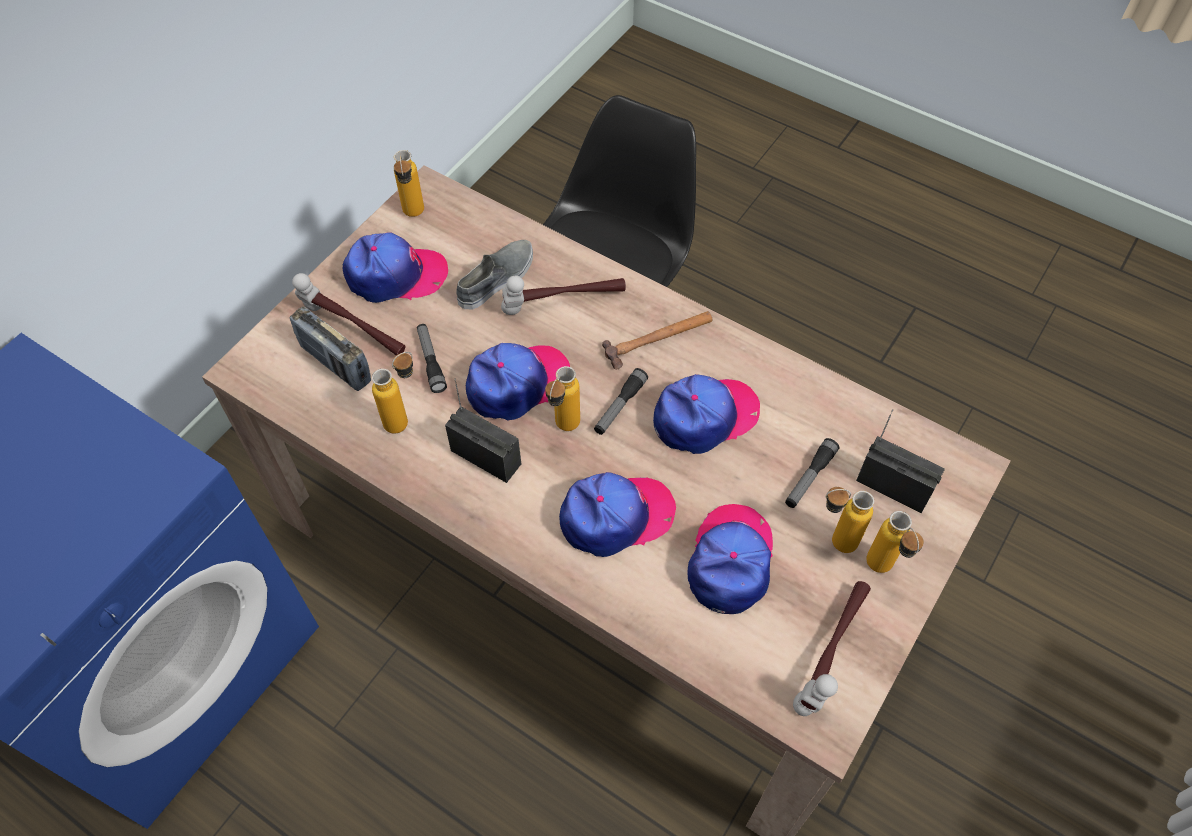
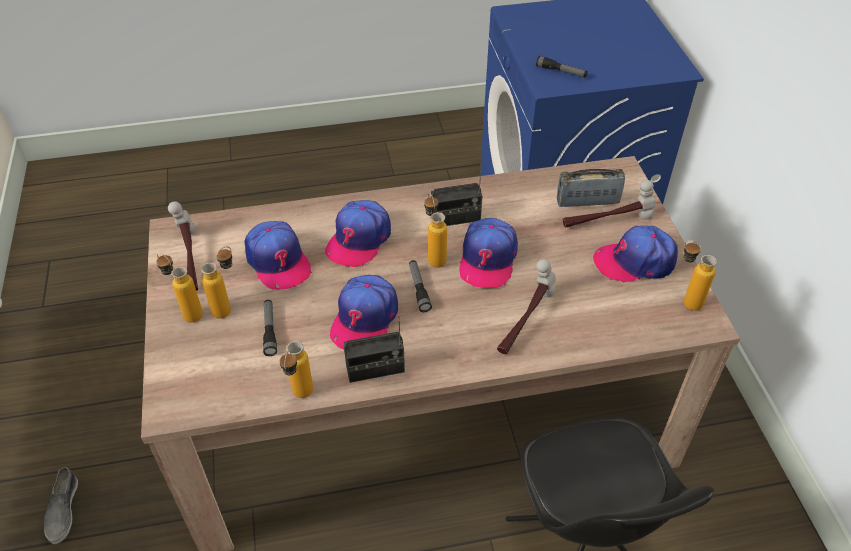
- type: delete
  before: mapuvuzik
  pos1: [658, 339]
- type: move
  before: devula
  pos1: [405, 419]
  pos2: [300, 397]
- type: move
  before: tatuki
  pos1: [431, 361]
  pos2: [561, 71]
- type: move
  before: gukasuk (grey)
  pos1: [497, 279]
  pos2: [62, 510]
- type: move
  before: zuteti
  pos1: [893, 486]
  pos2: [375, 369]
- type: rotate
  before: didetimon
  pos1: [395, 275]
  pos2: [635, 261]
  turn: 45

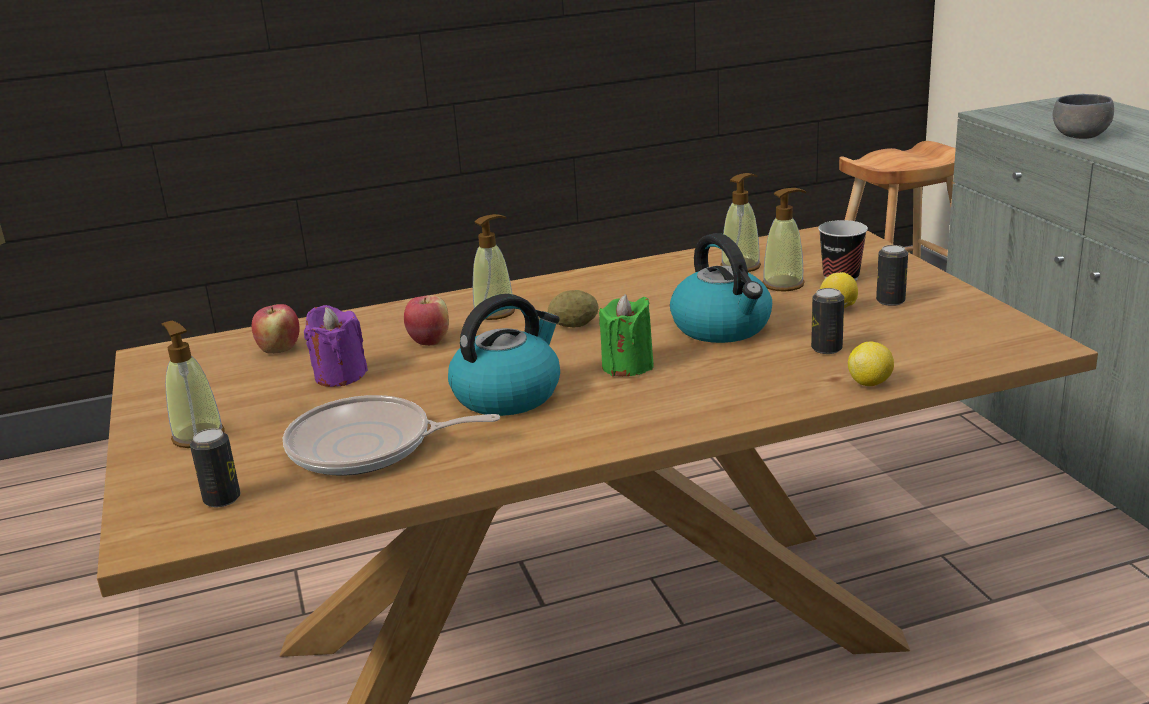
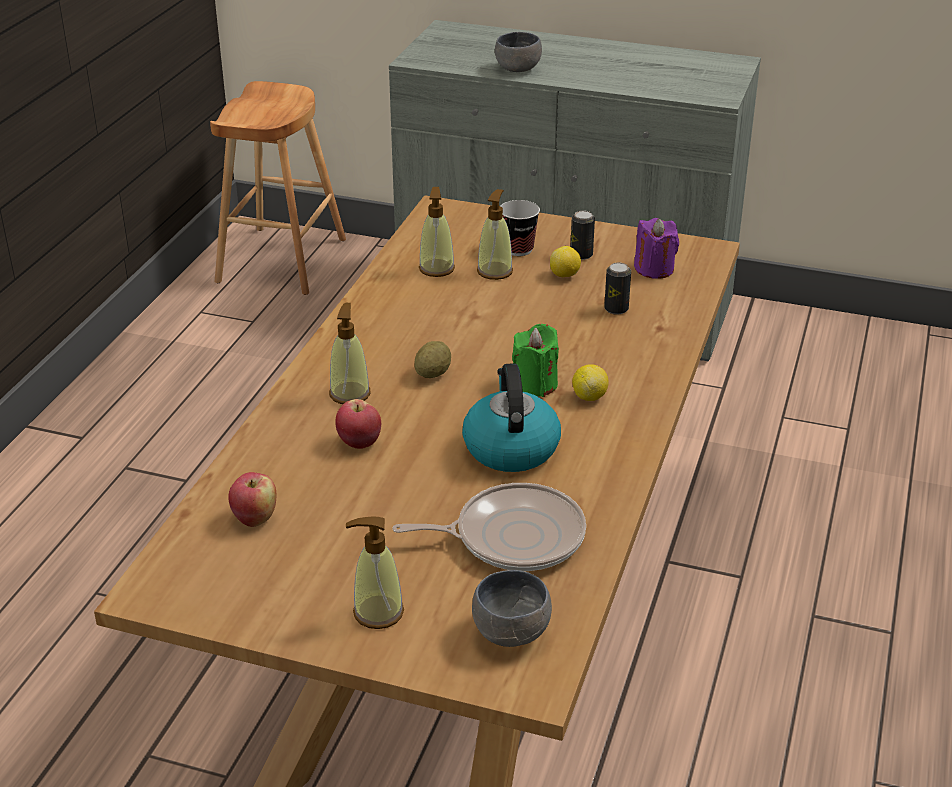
- type: delete
  before: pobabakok
  pos1: [723, 327]
- type: move
  before: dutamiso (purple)
  pos1: [340, 375]
  pos2: [654, 269]
- type: move
  before: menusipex
  pos1: [870, 383]
  pos2: [589, 396]
- type: replace
  before: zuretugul
  after: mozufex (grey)
  pos1: [222, 499]
  pos2: [510, 631]
- type: rotate
  before: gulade
  pos1: [368, 447]
  pos2: [512, 537]
  turn: -135

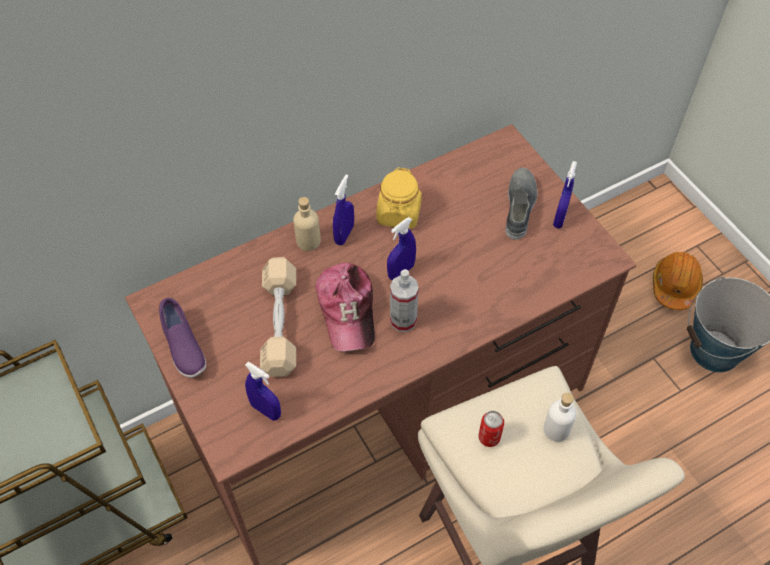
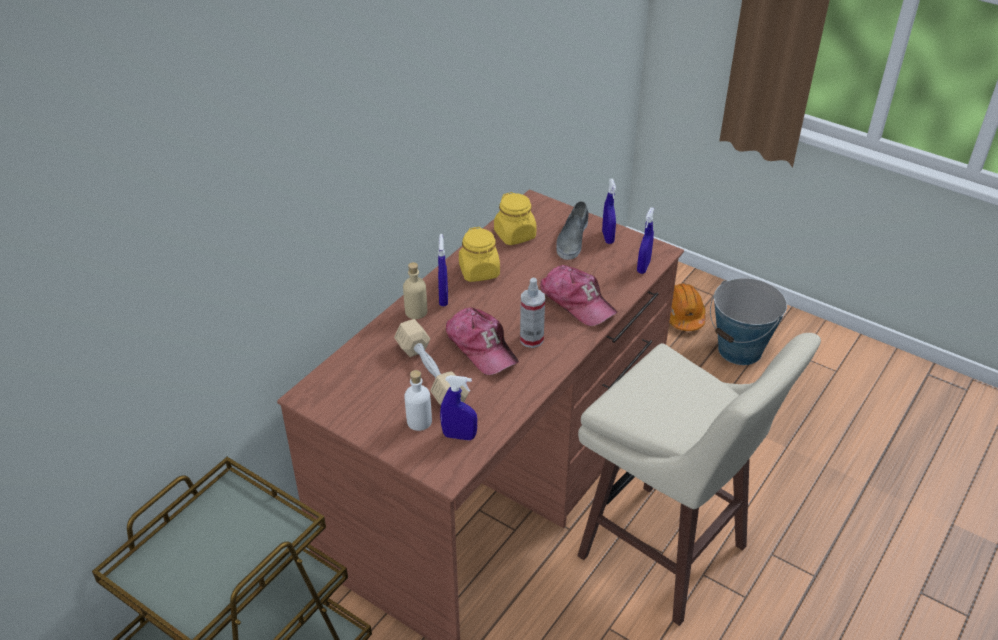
- type: delete
  before: gukasuk (purple)
  pos1: [183, 347]
- type: delete
  before: zuretugul
  pos1: [489, 437]
- type: insert
  after: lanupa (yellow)
  pos2: [515, 235]
- type: insert
  after: didetimon
  pos2: [577, 301]
- type: move
  before: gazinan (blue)
  pos1: [401, 271]
  pos2: [643, 267]
- type: move
  before: devula (white)
  pos1: [556, 429]
  pos2: [419, 421]
- type: rotate
  before: gukasuk (grey)
  pos1: [520, 206]
  pos2: [572, 239]
  turn: -150

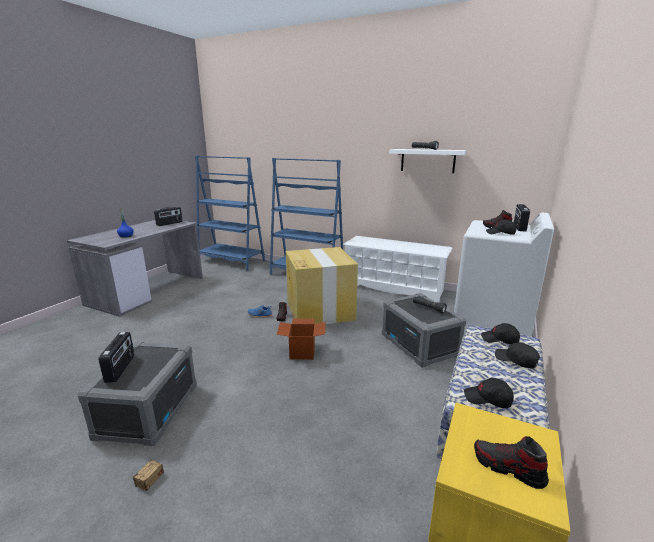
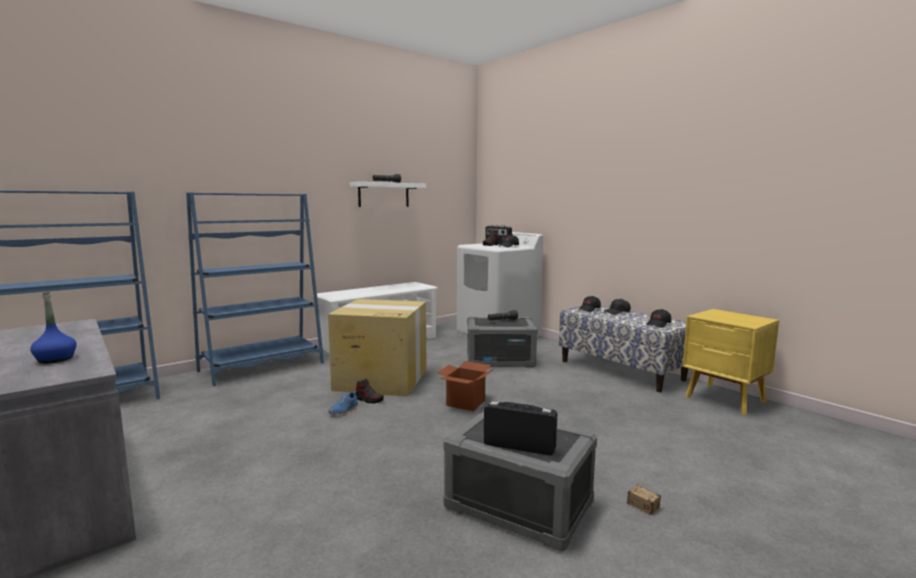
- type: delete
  before: zuteti
  pos1: [169, 223]
- type: delete
  before: gukasuk
  pos1: [508, 468]

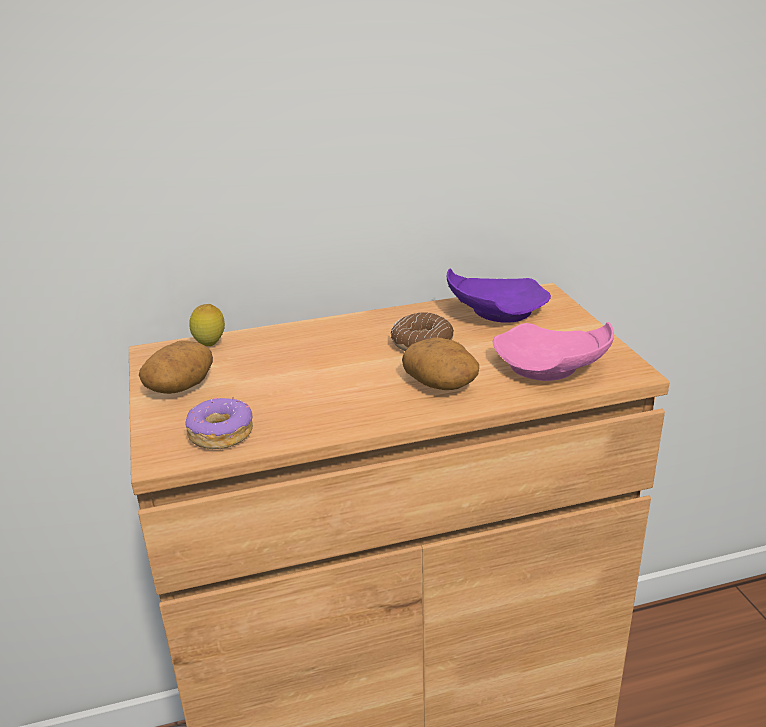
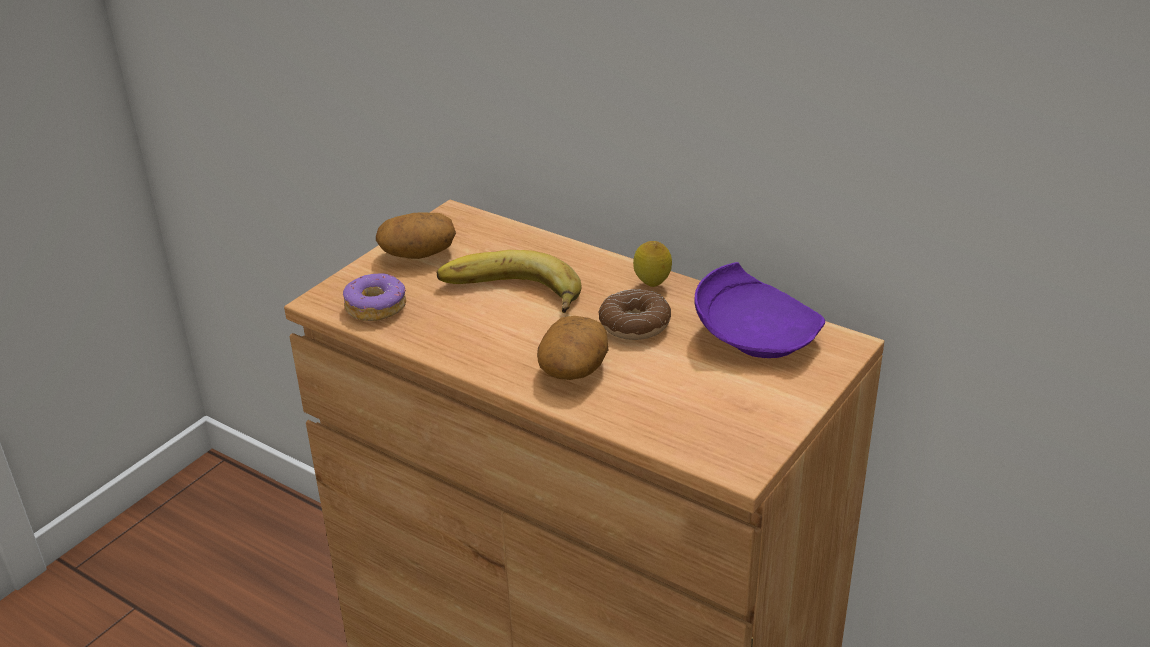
- type: delete
  before: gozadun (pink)
  pos1: [550, 369]
- type: insert
  after: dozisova
  pos2: [509, 295]
- type: move
  before: menusipex
  pos1: [210, 346]
  pos2: [652, 286]

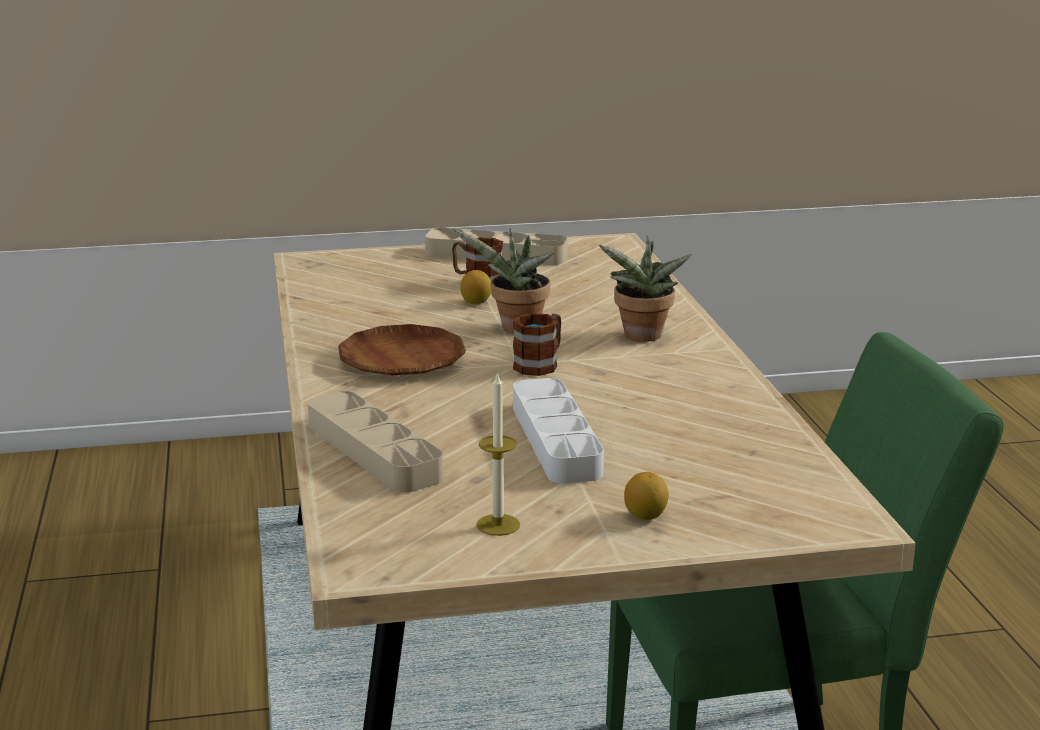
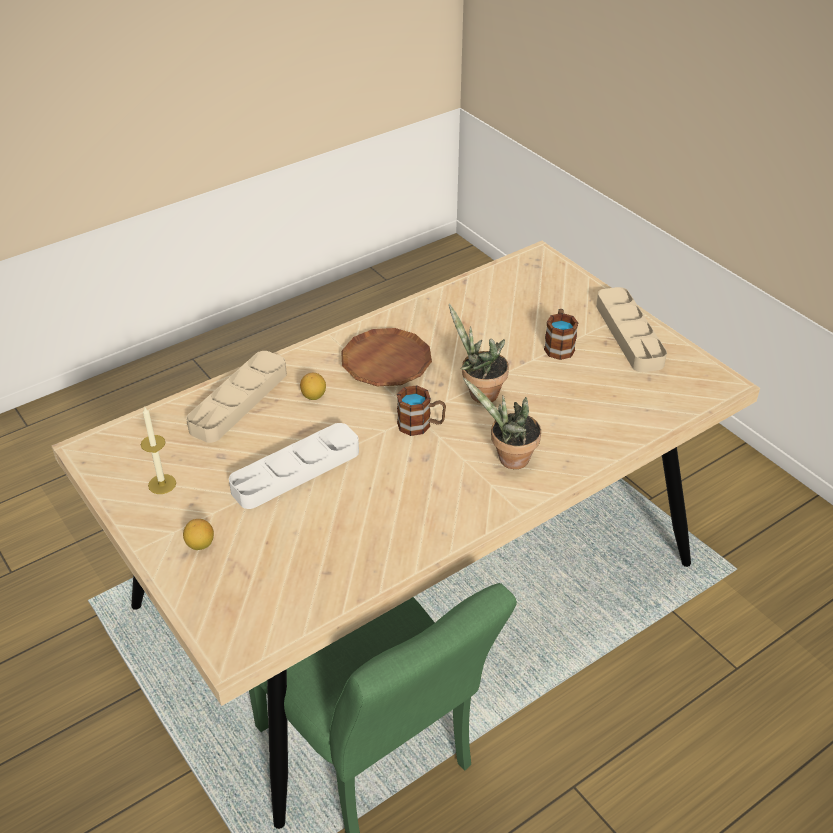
- type: move
  before: menusipex
  pos1: [476, 302]
  pos2: [314, 396]

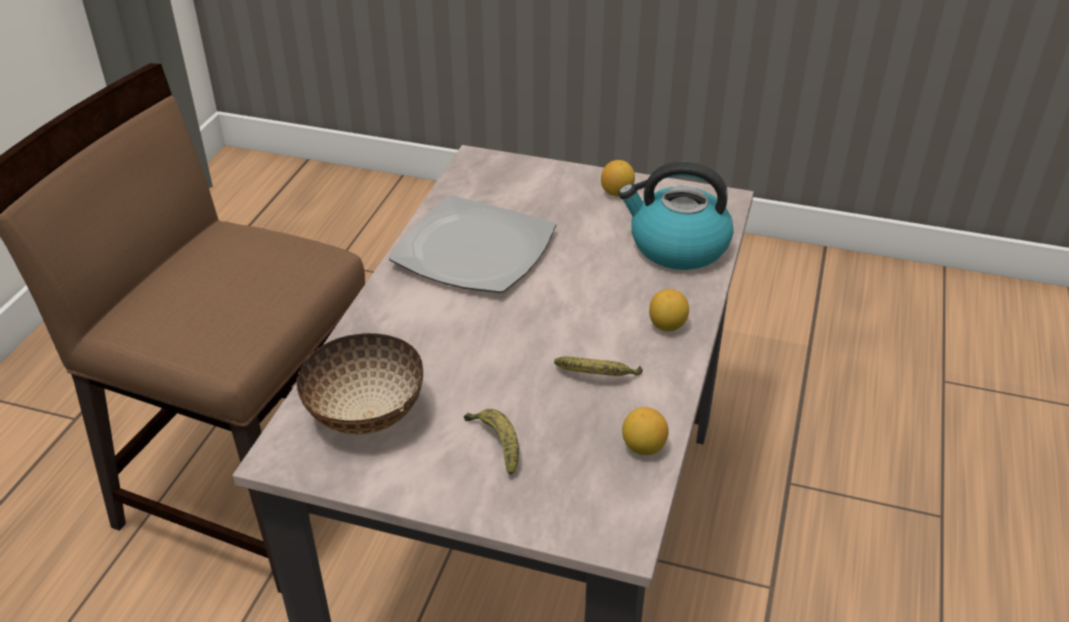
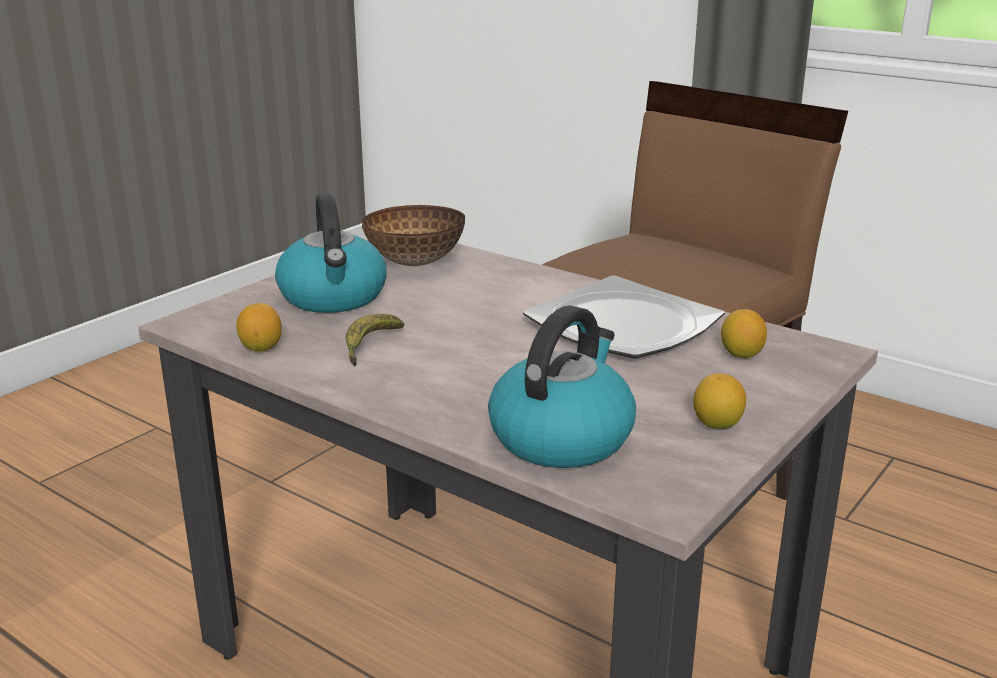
- type: move
  before: menusipex
  pos1: [667, 326]
  pos2: [741, 354]
- type: replace
  before: dozisova
  after: pobabakok
  pos1: [496, 444]
  pos2: [334, 297]

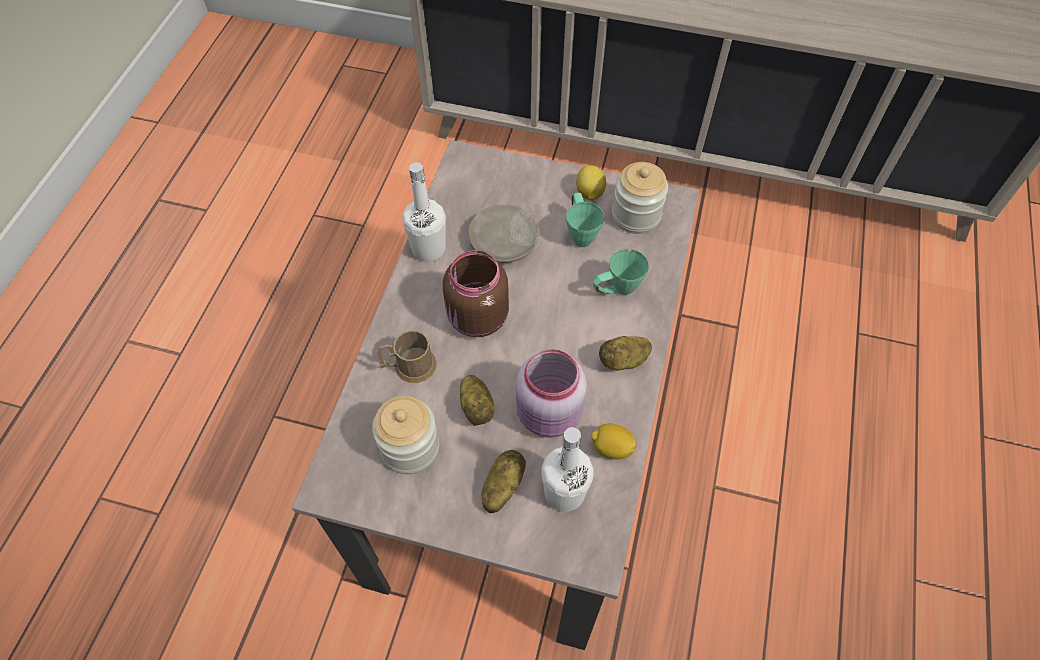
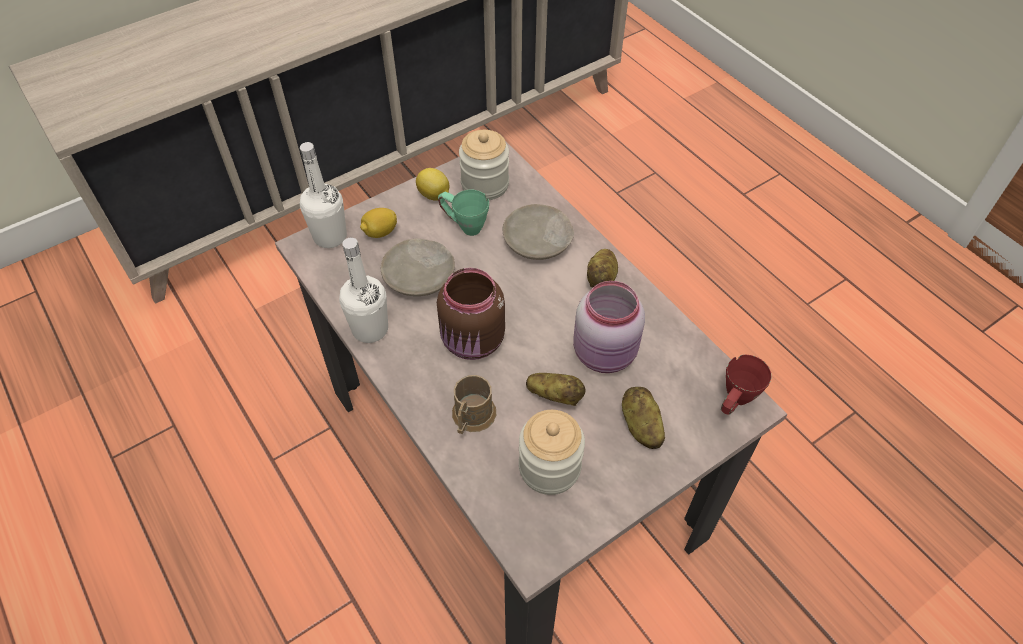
- type: insert
  after: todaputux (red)
  pos2: [734, 403]
- type: move
  before: devula (white)
  pos1: [564, 493]
  pos2: [330, 236]
- type: move
  before: menusipex
  pos1: [611, 448]
  pos2: [380, 232]
- type: replace
  before: todaputux (green)
  after: gozadun (beige)
  pos1: [616, 290]
  pos2: [538, 241]

